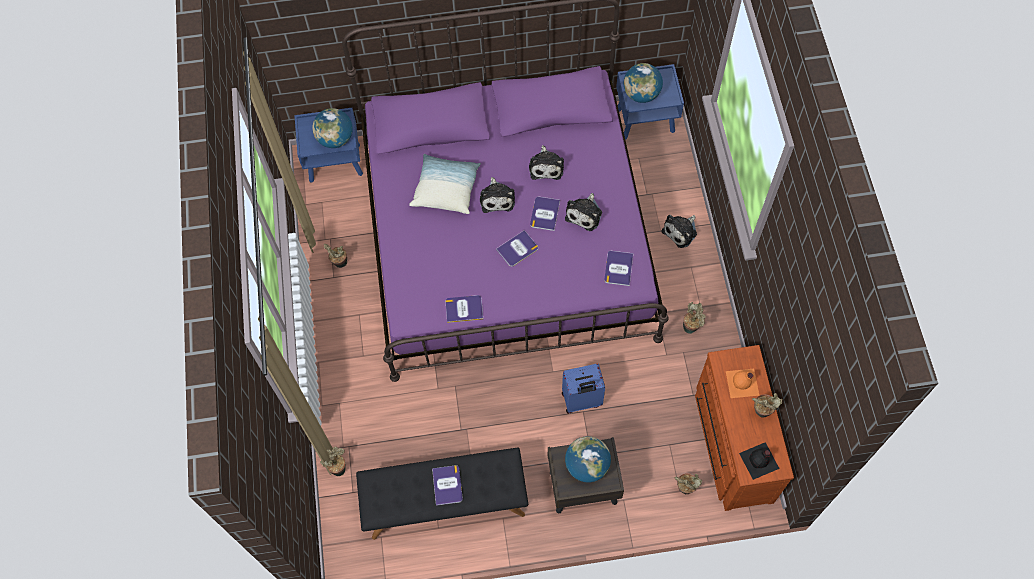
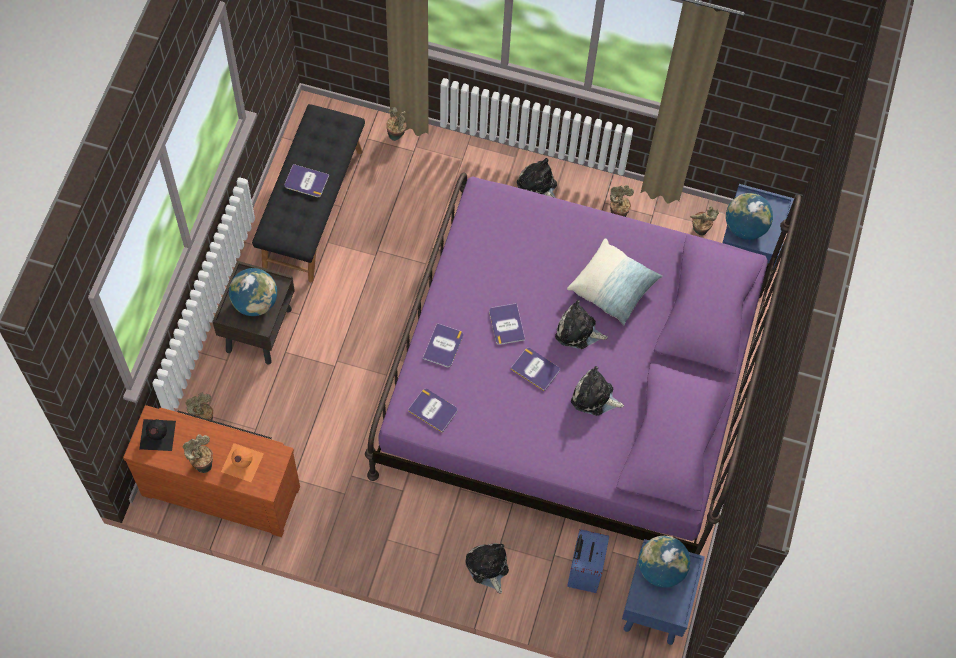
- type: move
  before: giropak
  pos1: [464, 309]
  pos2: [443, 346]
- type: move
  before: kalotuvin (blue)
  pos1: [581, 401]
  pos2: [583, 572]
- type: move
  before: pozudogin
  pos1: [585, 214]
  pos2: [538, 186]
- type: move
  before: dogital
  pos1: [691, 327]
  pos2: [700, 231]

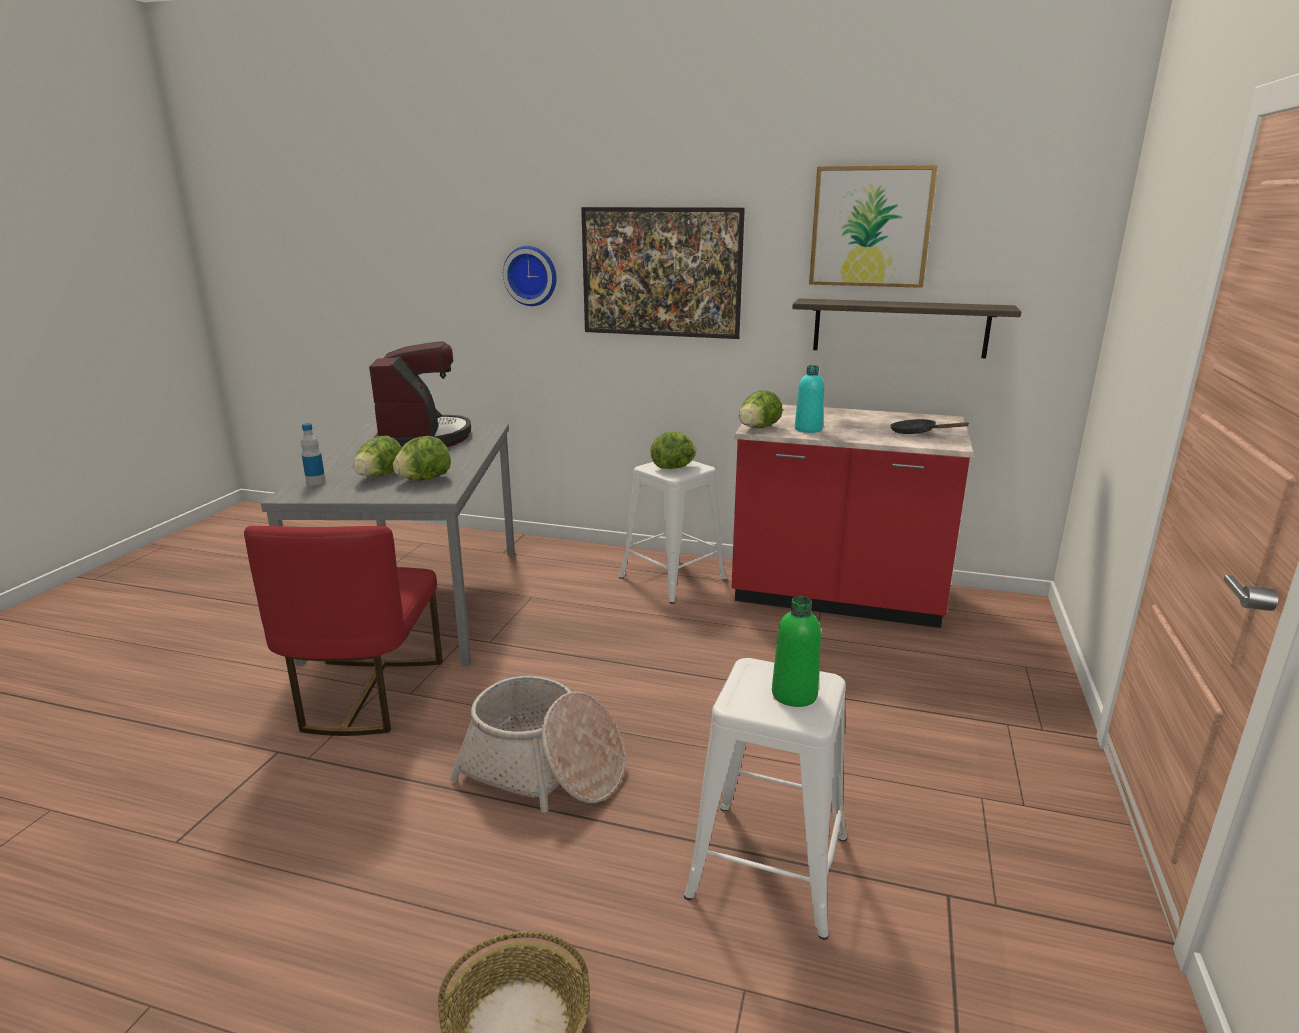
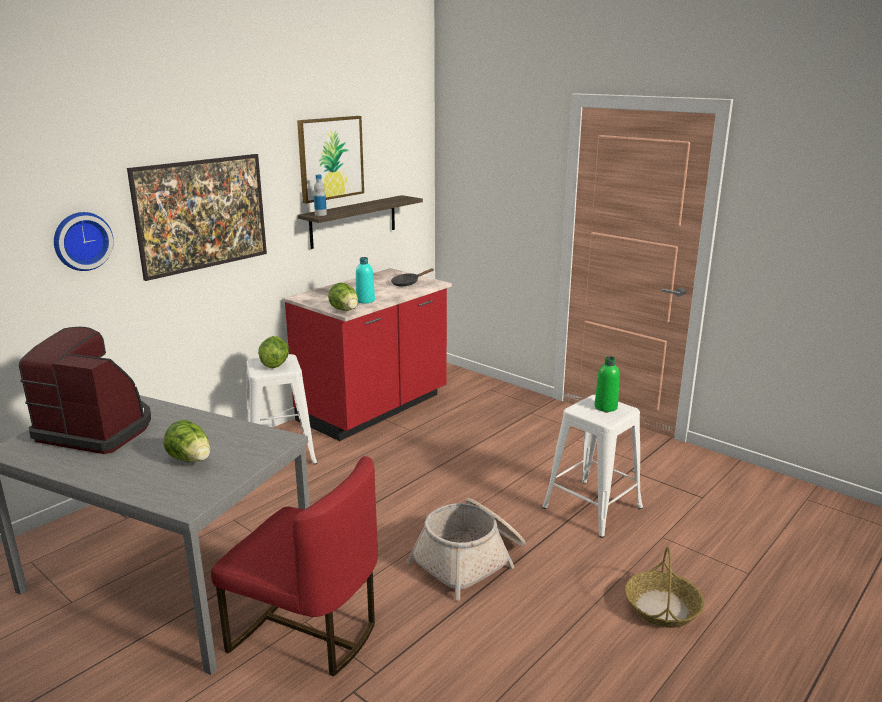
- type: delete
  before: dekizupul
  pos1: [424, 479]
- type: move
  before: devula
  pos1: [316, 482]
  pos2: [320, 214]

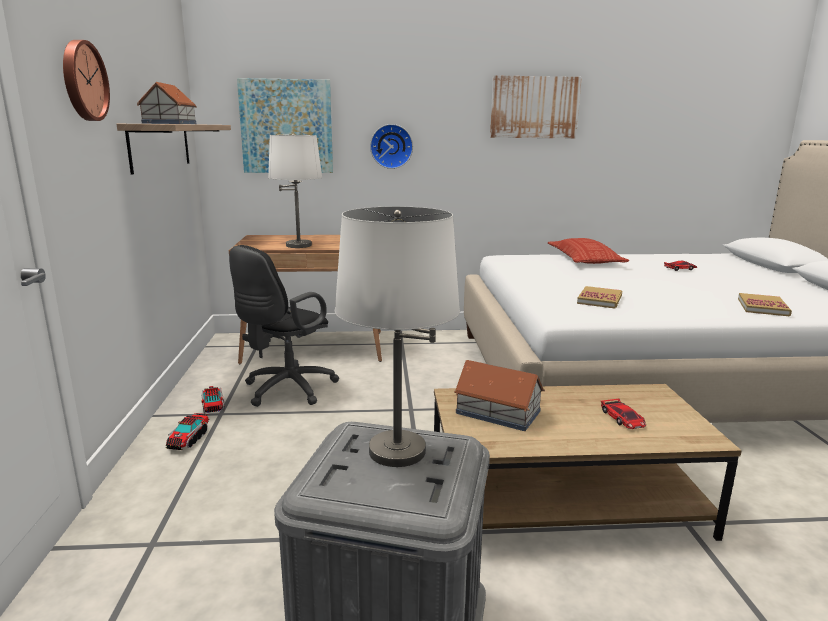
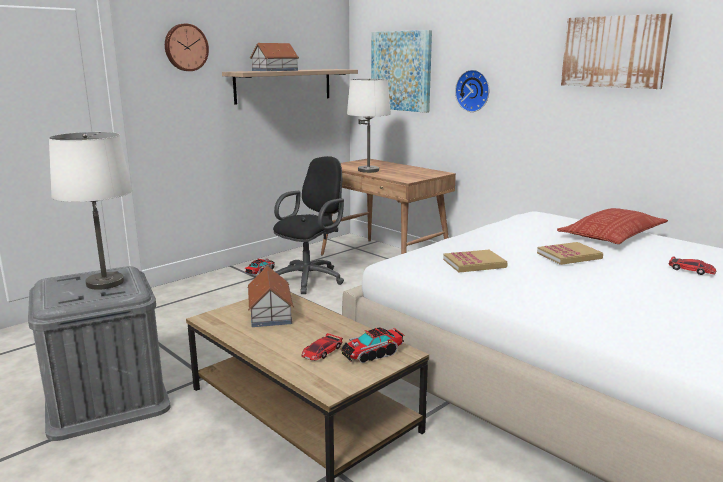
- type: move
  before: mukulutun
  pos1: [188, 439]
  pos2: [372, 354]
- type: move
  before: giropak
  pos1: [763, 307]
  pos2: [569, 256]
- type: rotate
  before: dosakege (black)
  pos1: [285, 390]
  pos2: [310, 278]
  turn: 135

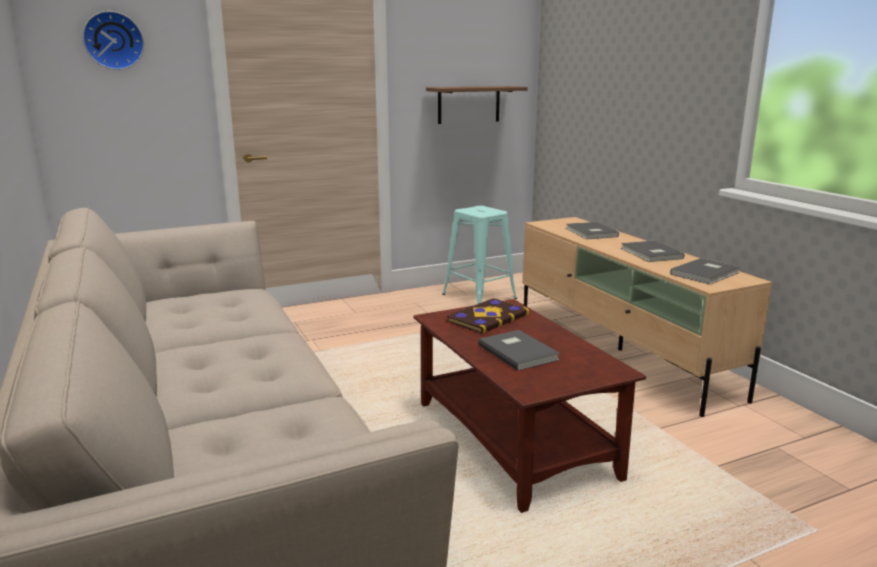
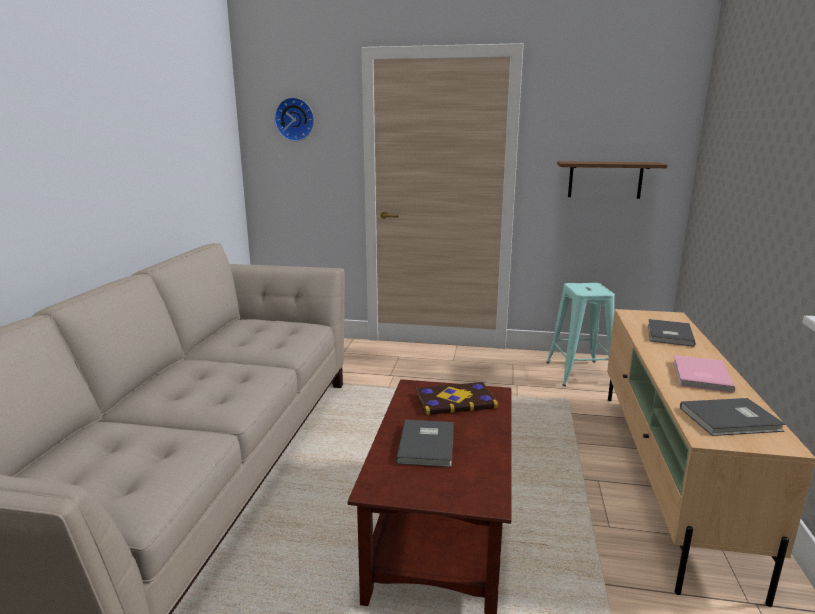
- type: recolor
  before: giropak (grey)
  after: giropak (pink)
  pos1: [650, 253]
  pos2: [699, 376]

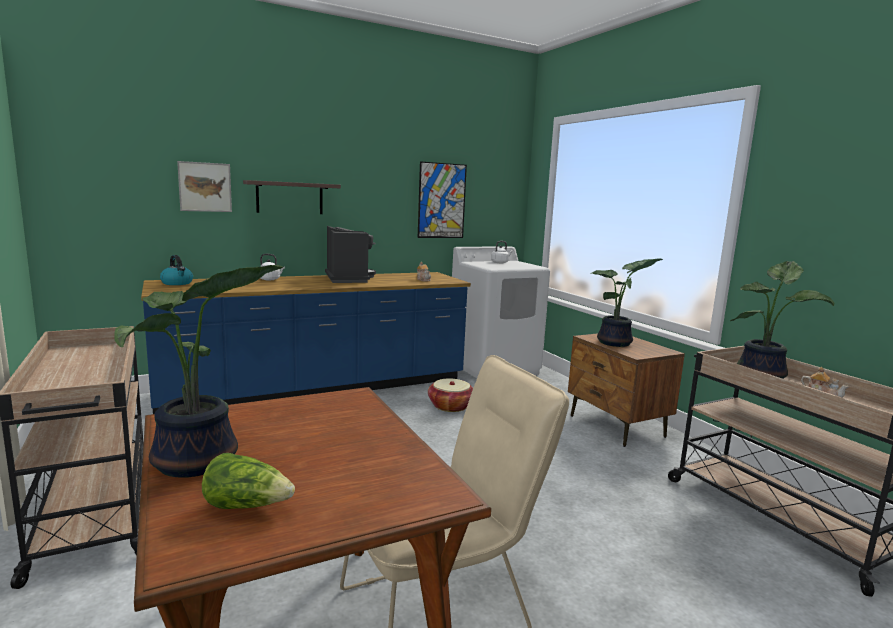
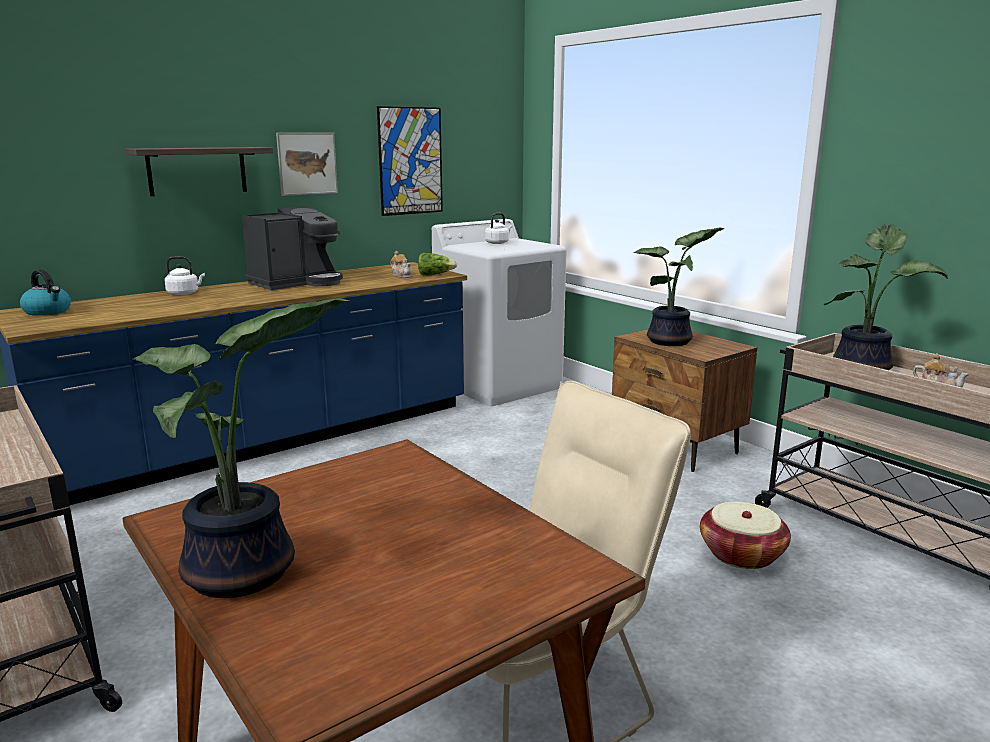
- type: move
  before: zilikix
  pos1: [205, 187]
  pos2: [307, 163]
- type: move
  before: dekizupul
  pos1: [247, 505]
  pos2: [435, 275]
- type: move
  before: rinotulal
  pos1: [450, 406]
  pos2: [741, 554]
- type: rotate
  before: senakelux
  pos1: [348, 278]
  pos2: [297, 283]
  turn: 75

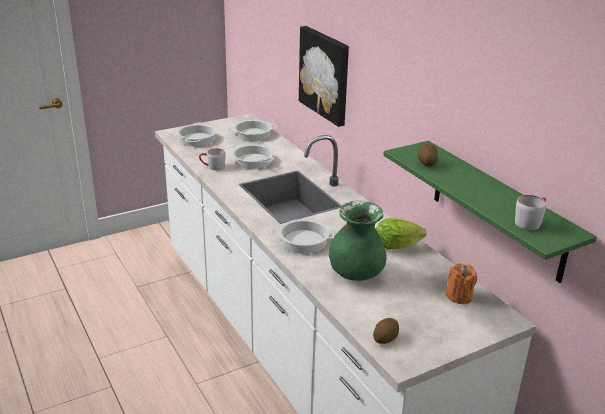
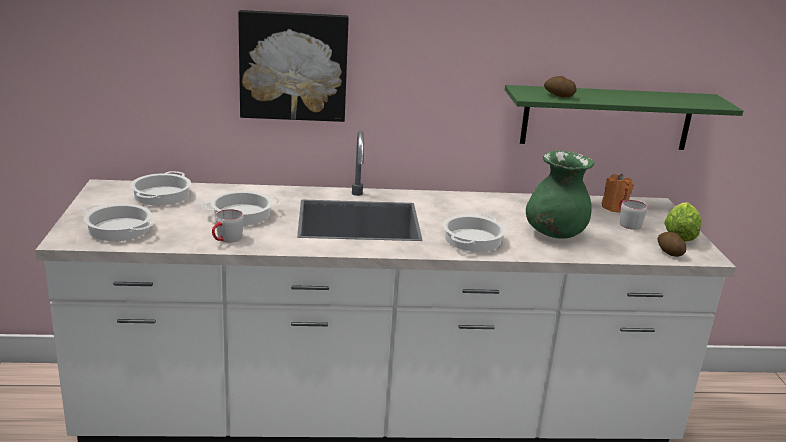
- type: move
  before: dekizupul
  pos1: [399, 246]
  pos2: [679, 235]
- type: move
  before: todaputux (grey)
  pos1: [530, 221]
  pos2: [627, 223]

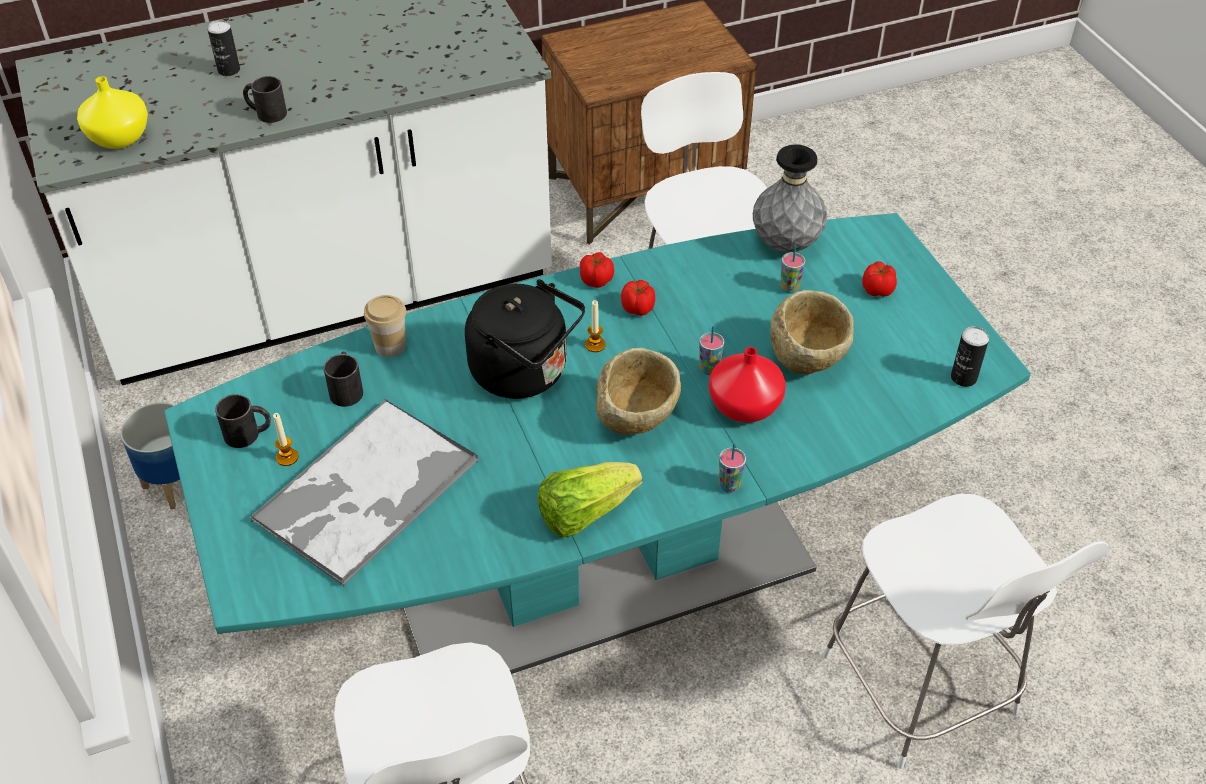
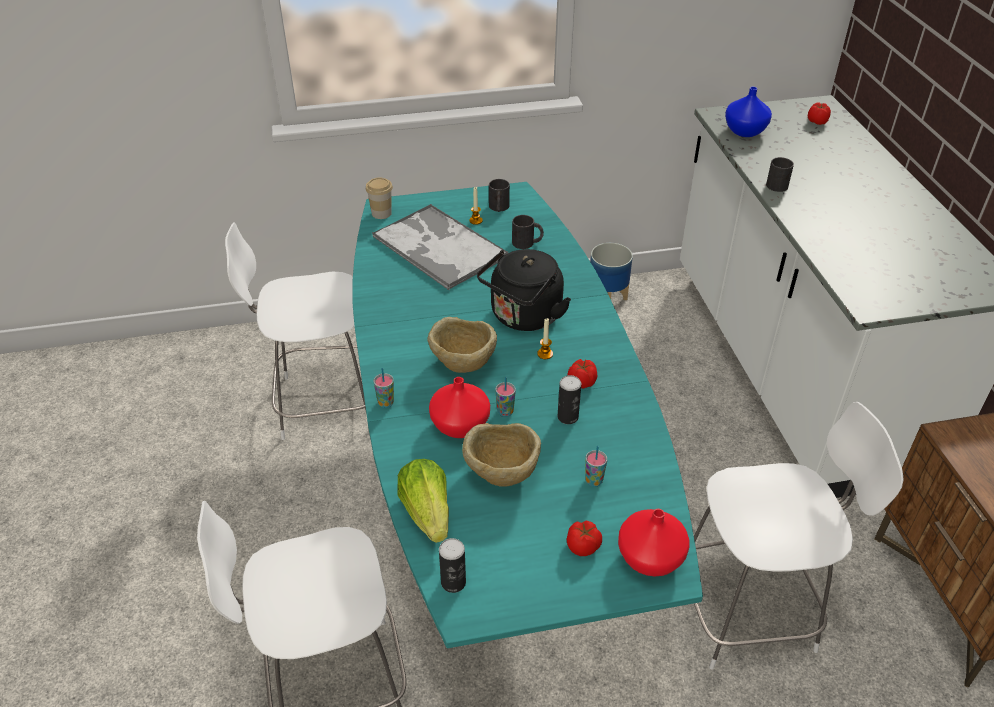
- type: delete
  before: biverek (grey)
  pos1: [786, 245]
- type: insert
  after: biverek (red)
  pos2: [649, 557]
- type: move
  before: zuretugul
  pos1: [229, 70]
  pos2: [568, 417]
- type: move
  before: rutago
  pos1: [390, 346]
  pos2: [381, 213]
- type: move
  before: dekizupul
  pos1: [584, 513]
  pos2: [427, 513]
- type: move
  before: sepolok
  pos1: [595, 280]
  pos2: [817, 121]
- type: recolor
  before: biverek (yellow)
  after: biverek (blue)
  pos1: [119, 138]
  pos2: [744, 131]

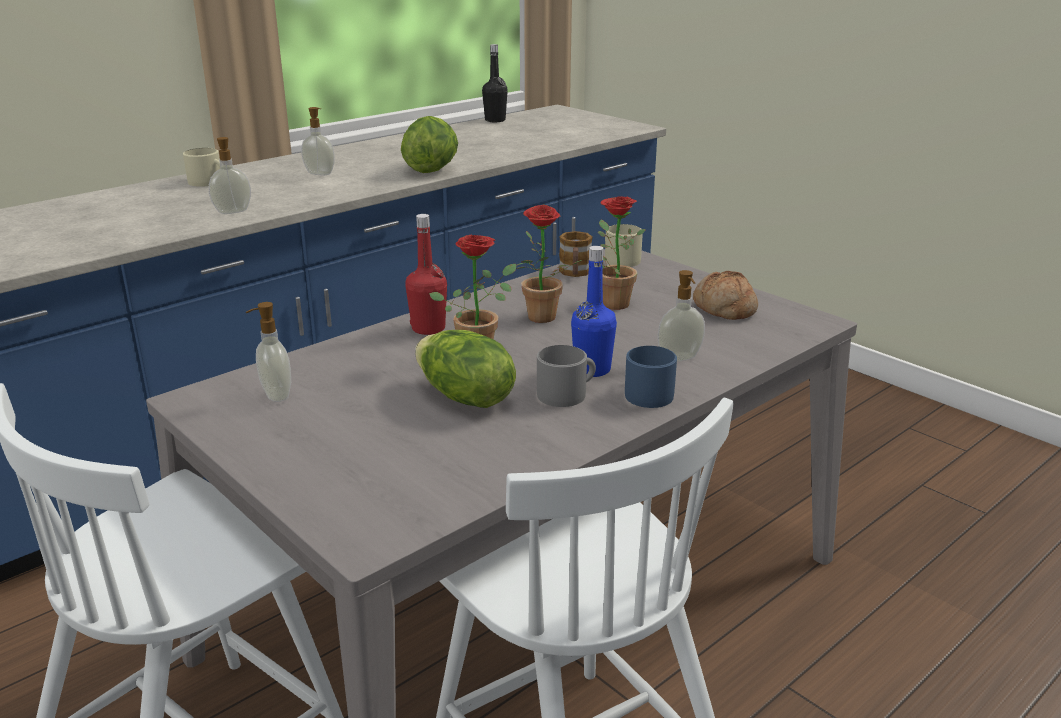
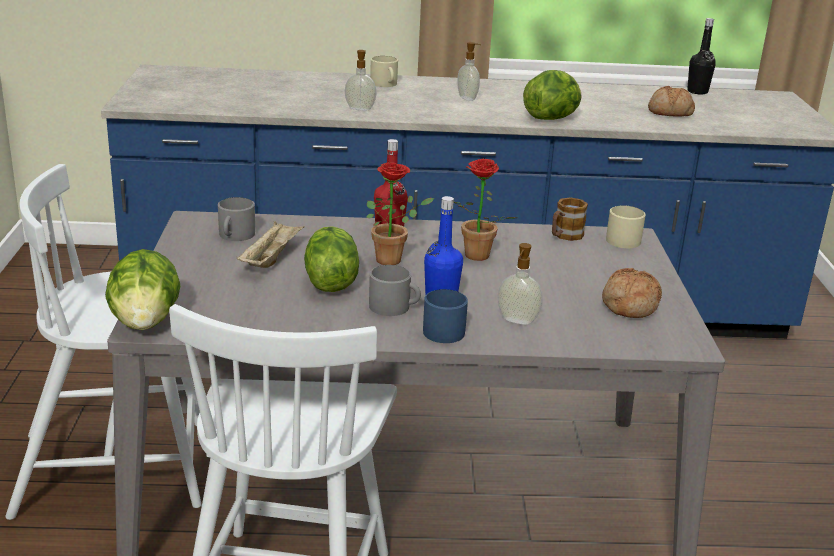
- type: delete
  before: dogital
  pos1: [611, 302]
- type: insert
  after: dekizupul
  pos2: [146, 322]
- type: insert
  after: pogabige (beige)
  pos2: [271, 258]
- type: insert
  after: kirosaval
  pos2: [669, 112]
- type: replace
  before: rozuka
  after: todaputux (grey)
  pos1: [275, 395]
  pos2: [235, 235]

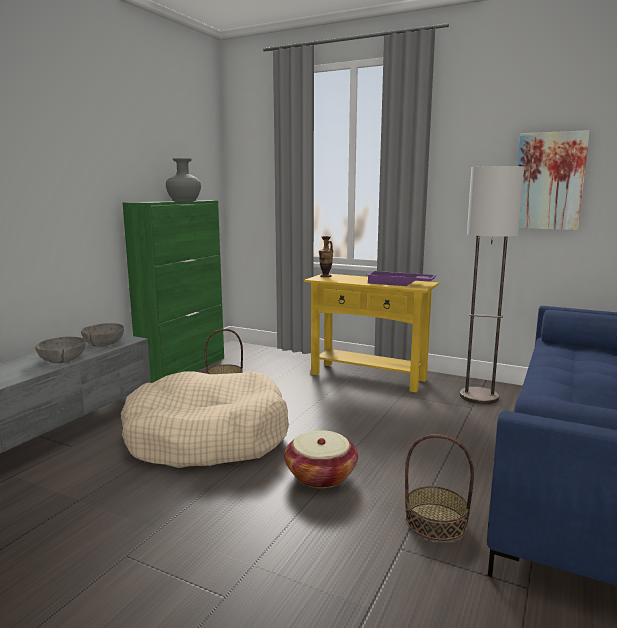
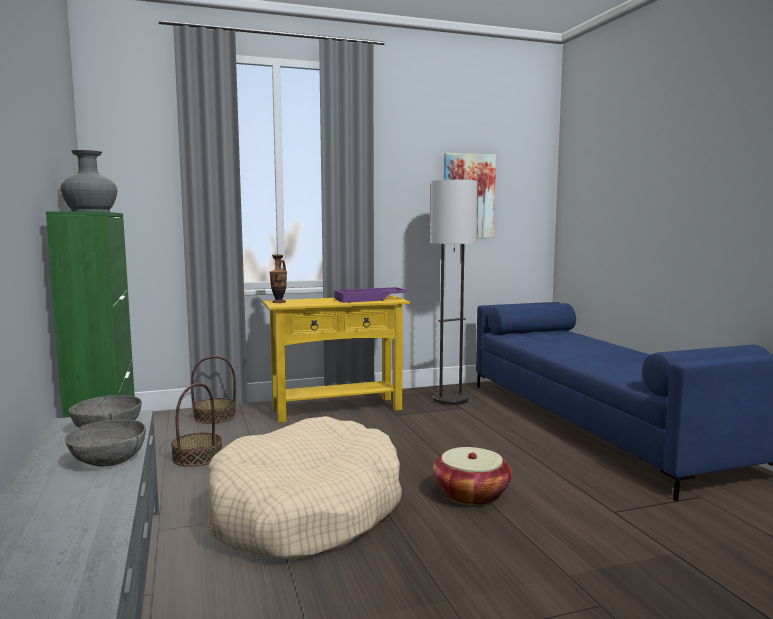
- type: move
  before: rinotulal
  pos1: [435, 521]
  pos2: [215, 417]

